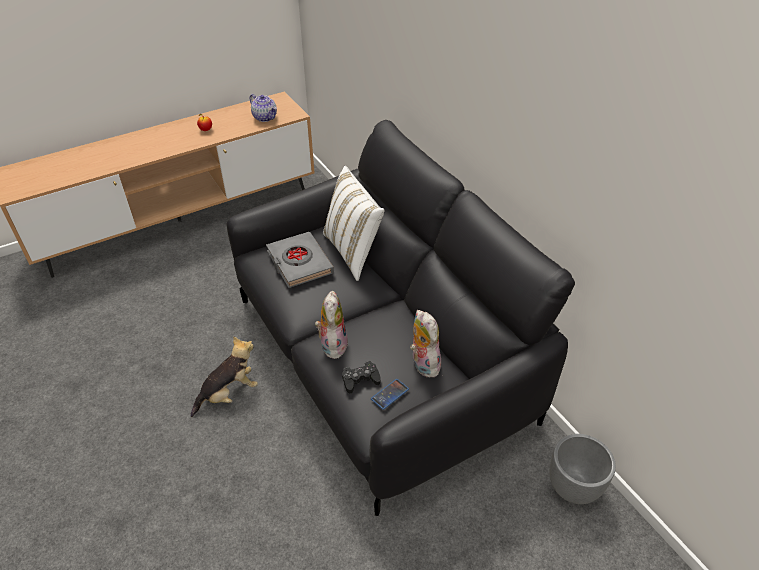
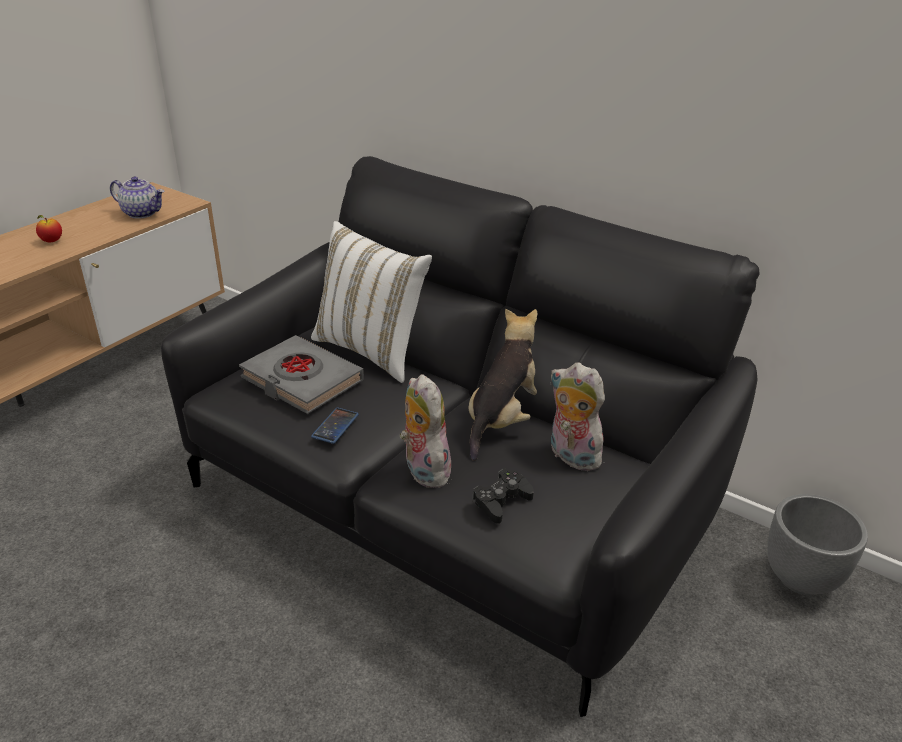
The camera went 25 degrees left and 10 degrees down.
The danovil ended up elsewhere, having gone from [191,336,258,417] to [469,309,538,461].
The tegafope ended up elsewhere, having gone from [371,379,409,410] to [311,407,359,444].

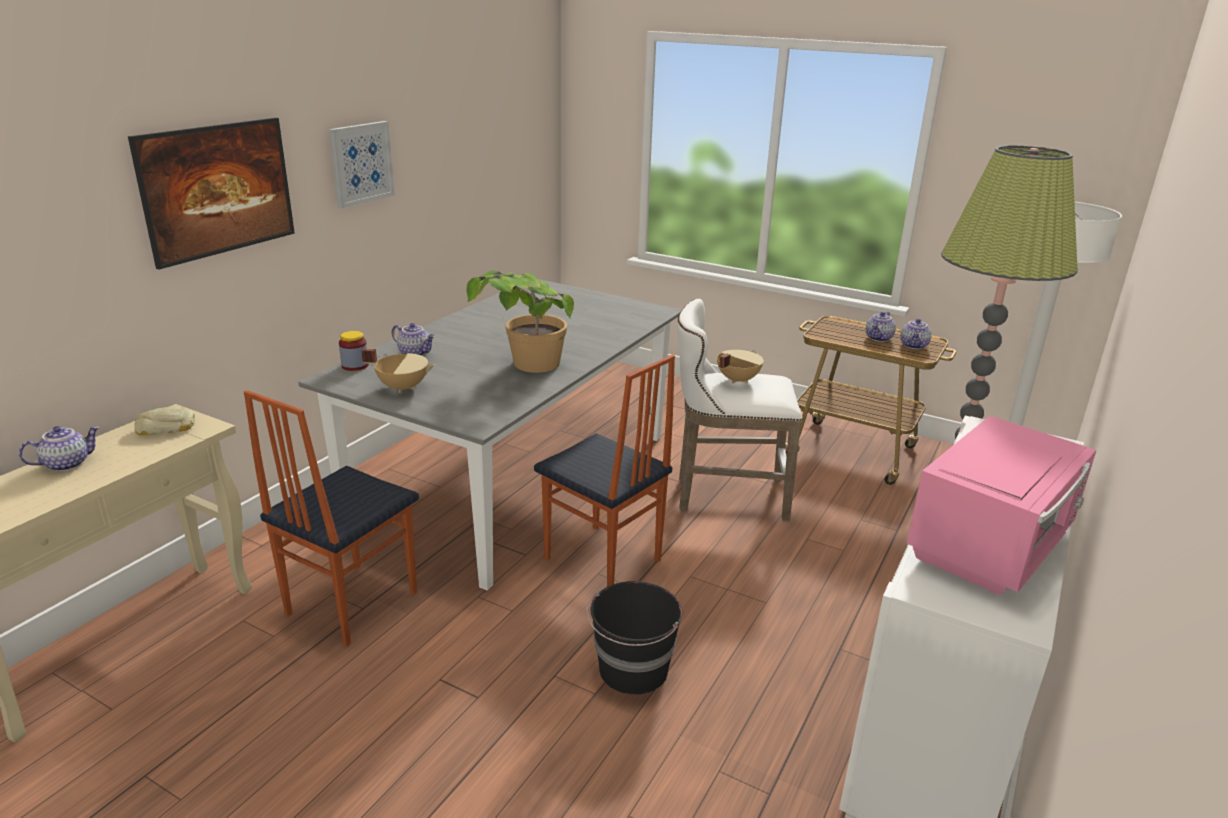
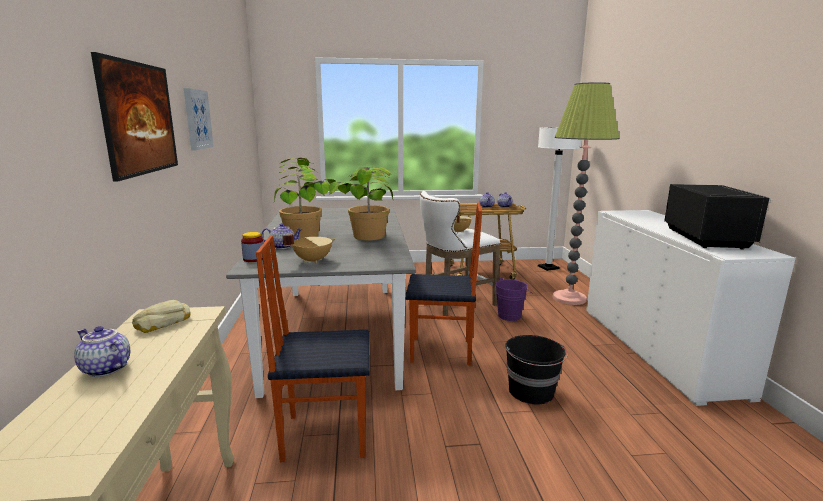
The camera went 35 degrees left and 10 degrees down.
The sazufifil at [19,426,100,471] ended up facing another way, 75 degrees counterclockwise from before.
The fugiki at [244,390,419,646] ended up facing another way, 90 degrees clockwise from before.
What was the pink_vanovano at [907,416,1097,595] turned into the black_vanovano at [664,184,771,250].
The second view gained the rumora at [274,158,337,239].
The second view gained the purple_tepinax at [496,277,532,321].

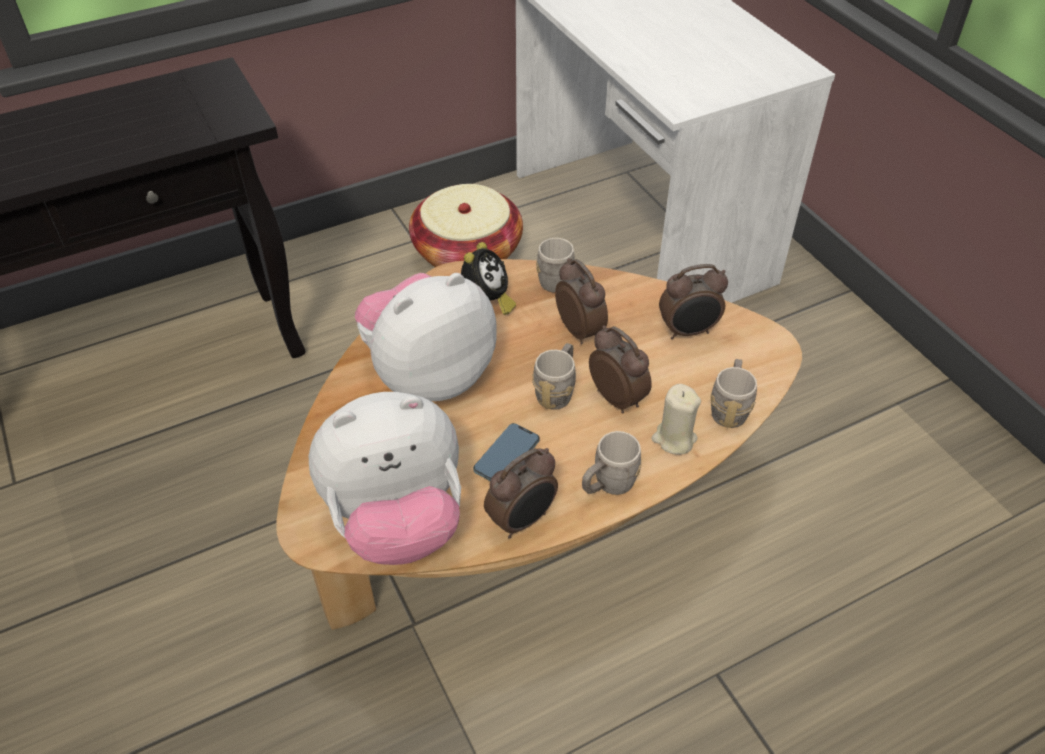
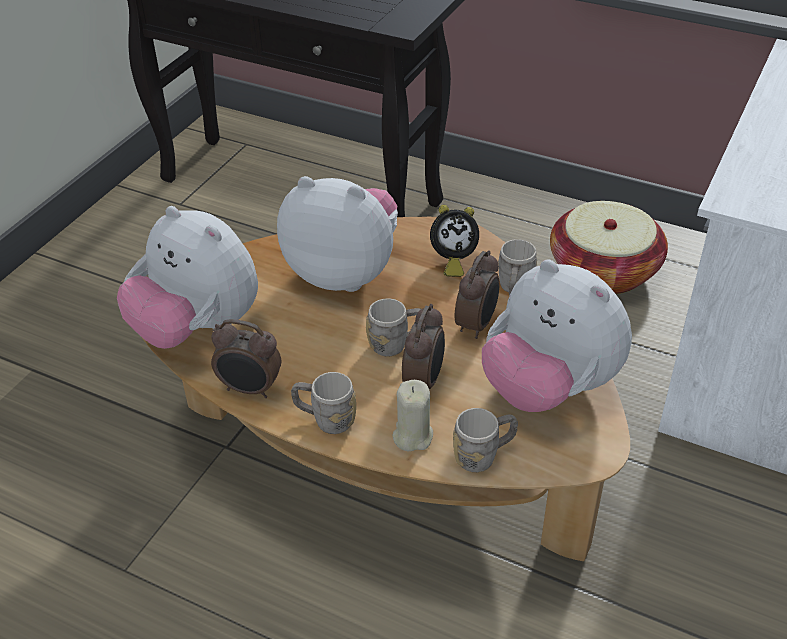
The camera went 55 degrees right and 5 degrees down.
The second view lost the tegafope at [473,423,539,481].
Where the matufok stood at [659,264,728,339], the danovil came to stand at [482,259,632,412].

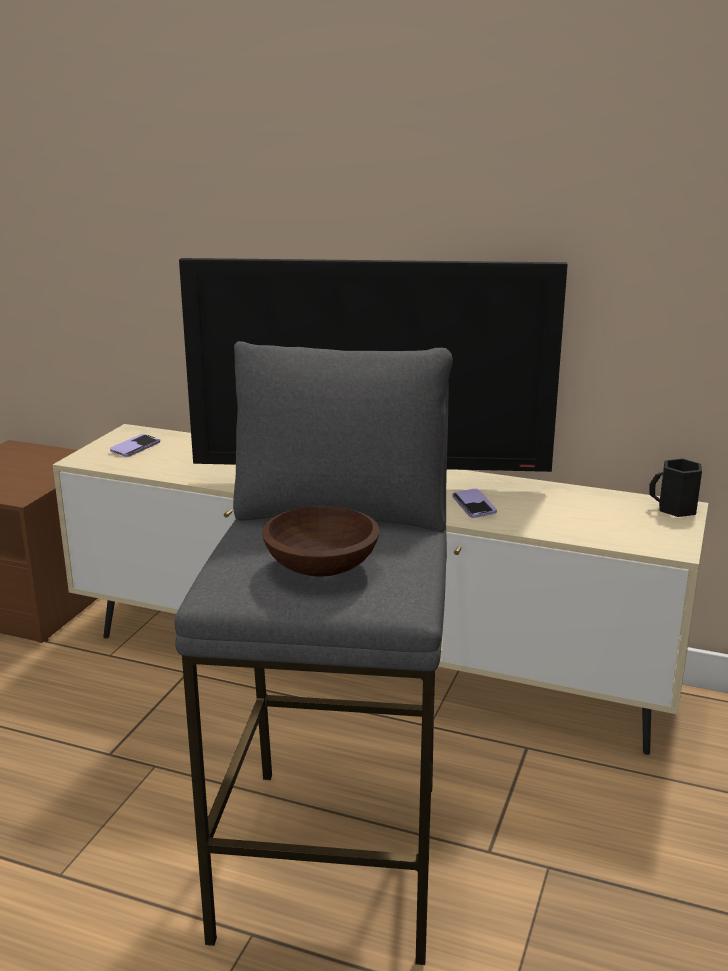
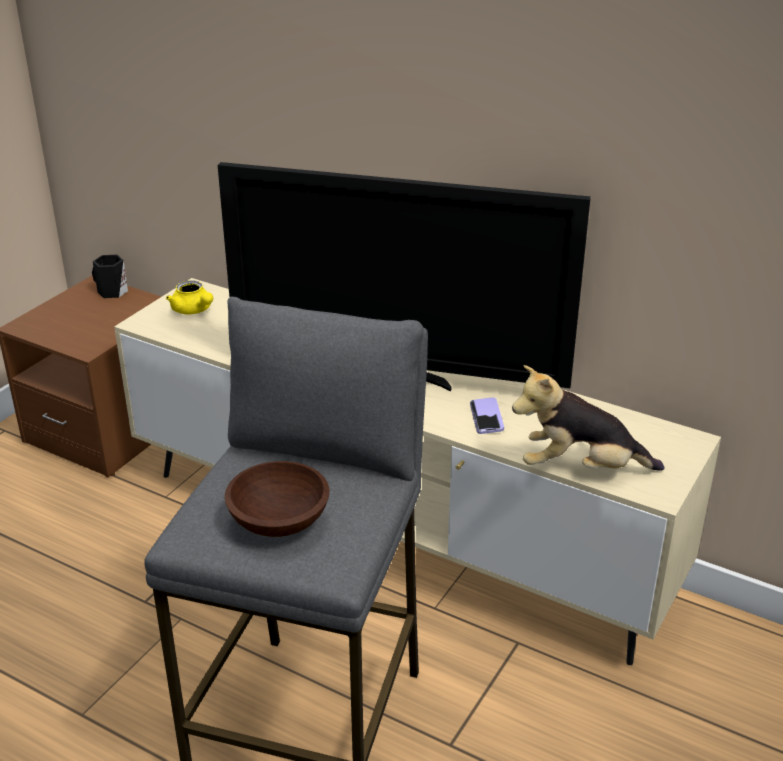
The camera went 10 degrees right and 10 degrees up.
Where the tegafope stood at [110,434,160,457], the yellow_sazufifil came to stand at [166,280,213,315].
The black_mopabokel ended up elsewhere, having gone from [649,459,702,517] to [92,255,128,298].
The second view gained the danovil at [512,365,664,471].

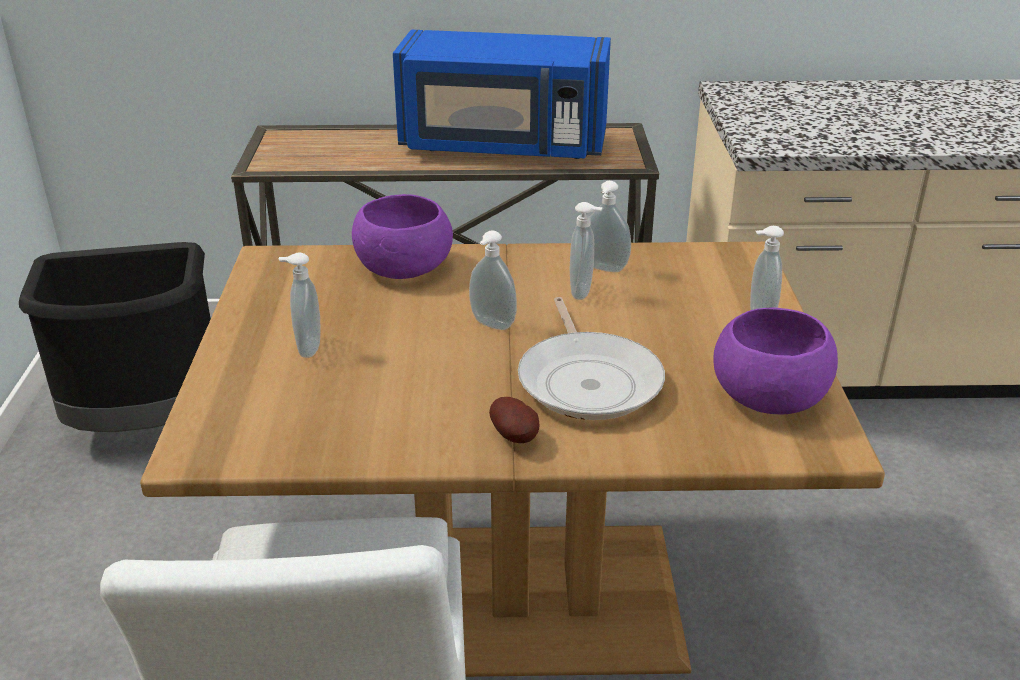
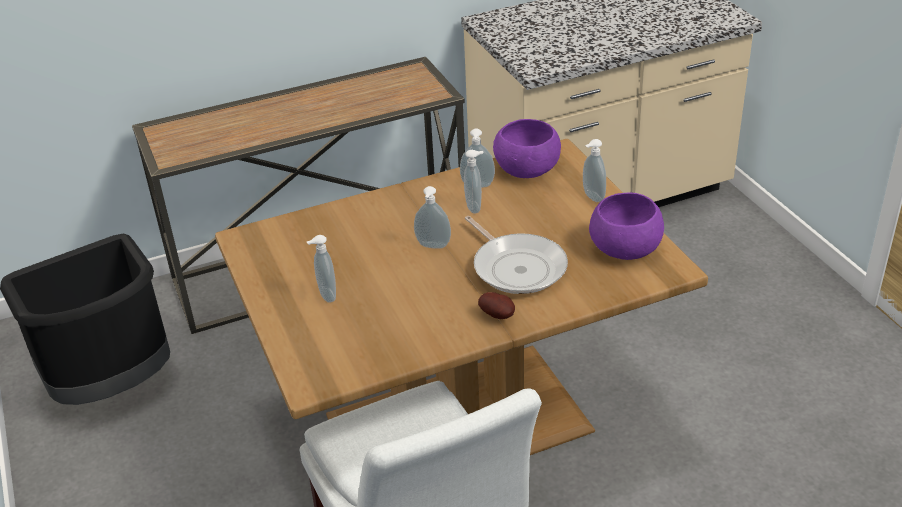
The camera went 20 degrees left and 5 degrees up.
The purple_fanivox ended up elsewhere, having gone from [352,194,453,279] to [493,119,561,178].
The second view lost the blue_vanovano at [393,30,611,159].

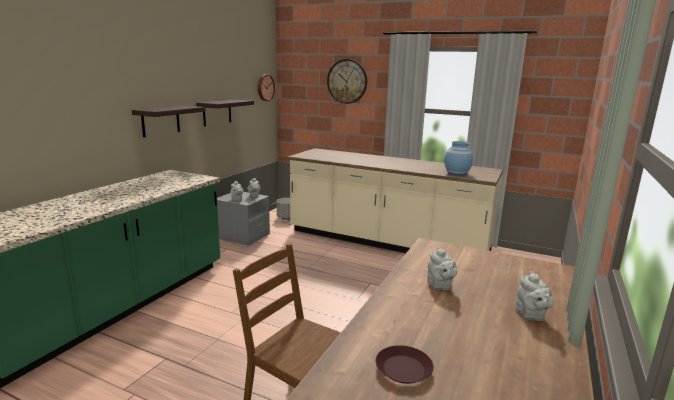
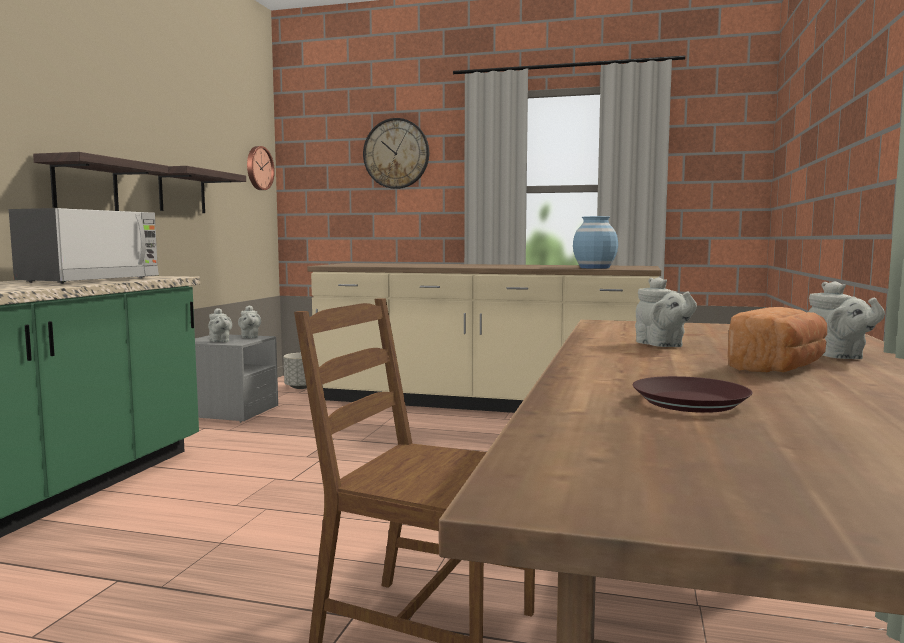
The camera went 10 degrees left and 10 degrees down.
The second view gained the vanovano at [9,208,159,284].
The second view gained the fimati at [728,307,827,372].

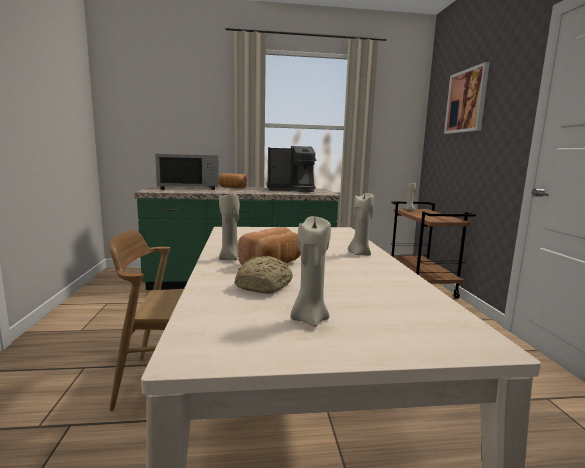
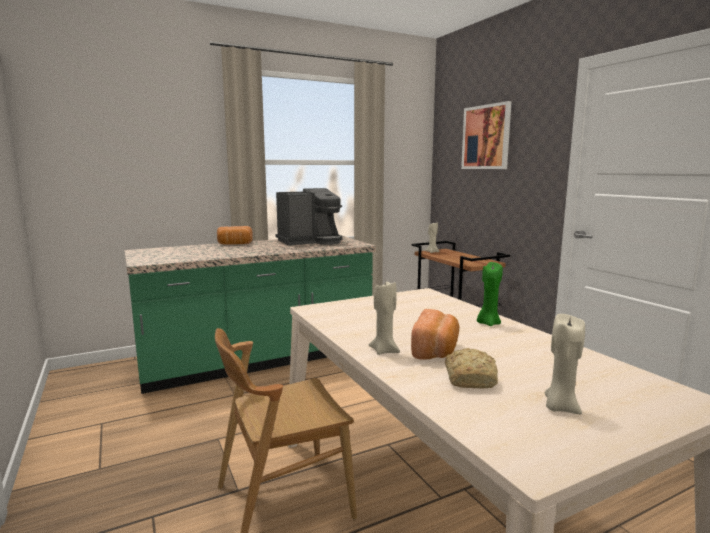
The camera went 20 degrees left and 0 degrees up.
The second view lost the grey_vanovano at [155,154,219,190].
What was the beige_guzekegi at [348,193,374,256] turned into the green_guzekegi at [477,262,503,326].

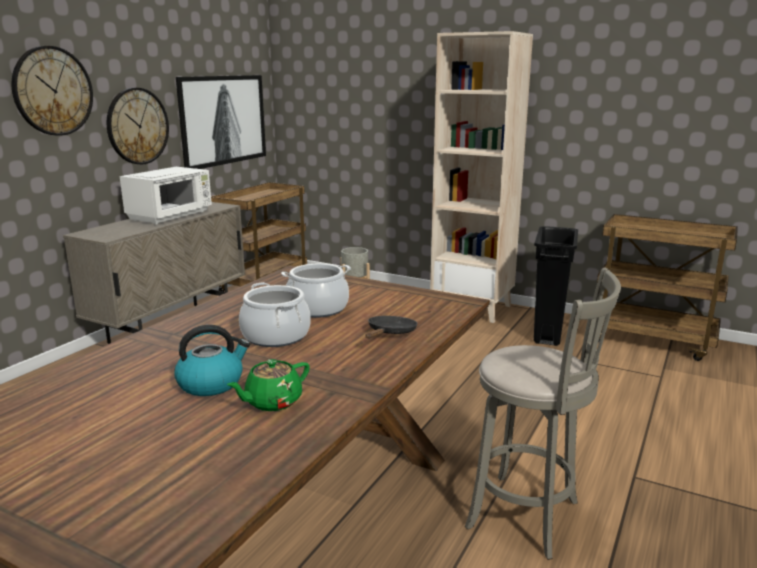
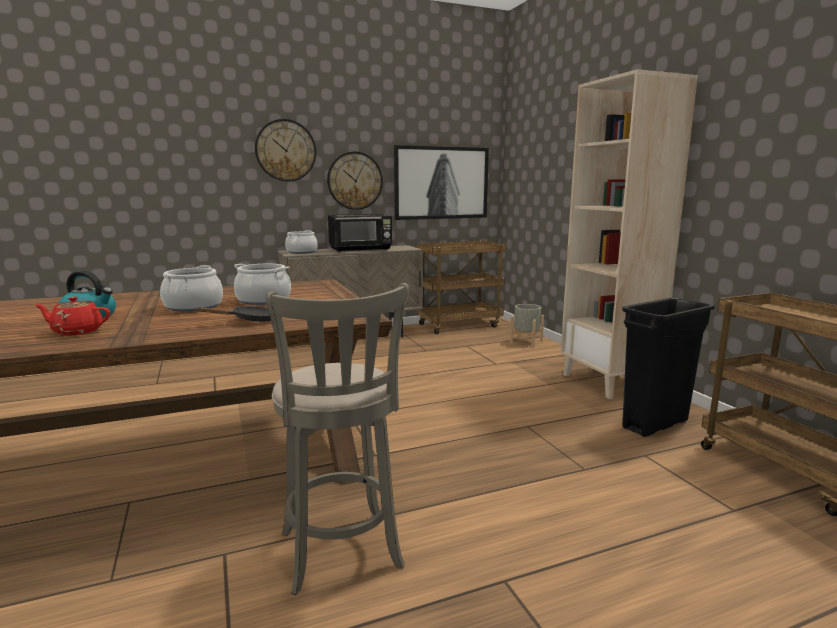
The camera went 40 degrees right and 5 degrees down.
What was the white_vanovano at [120,167,212,225] turned into the black_vanovano at [328,214,392,252].
What was the green_sazufifil at [227,359,310,411] turned into the red_sazufifil at [35,297,110,336].
The second view gained the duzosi at [285,230,318,254].

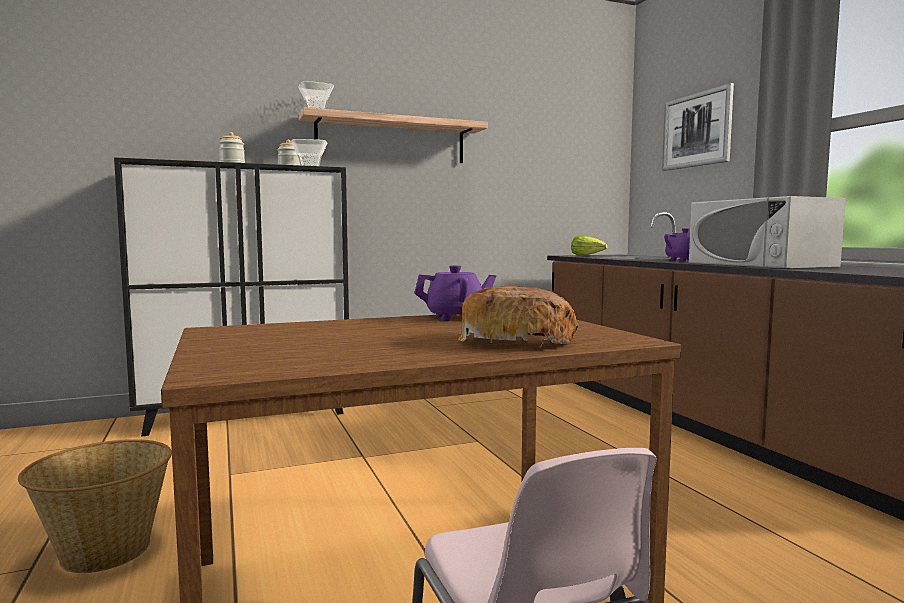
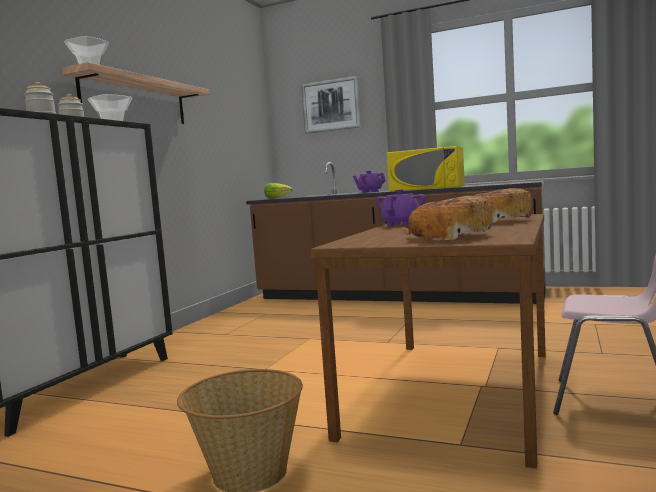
The camera went 45 degrees left and 0 degrees up.
What was the white_vanovano at [689,196,846,268] turned into the yellow_vanovano at [387,146,465,191].
The second view gained the fimati at [401,196,492,241].

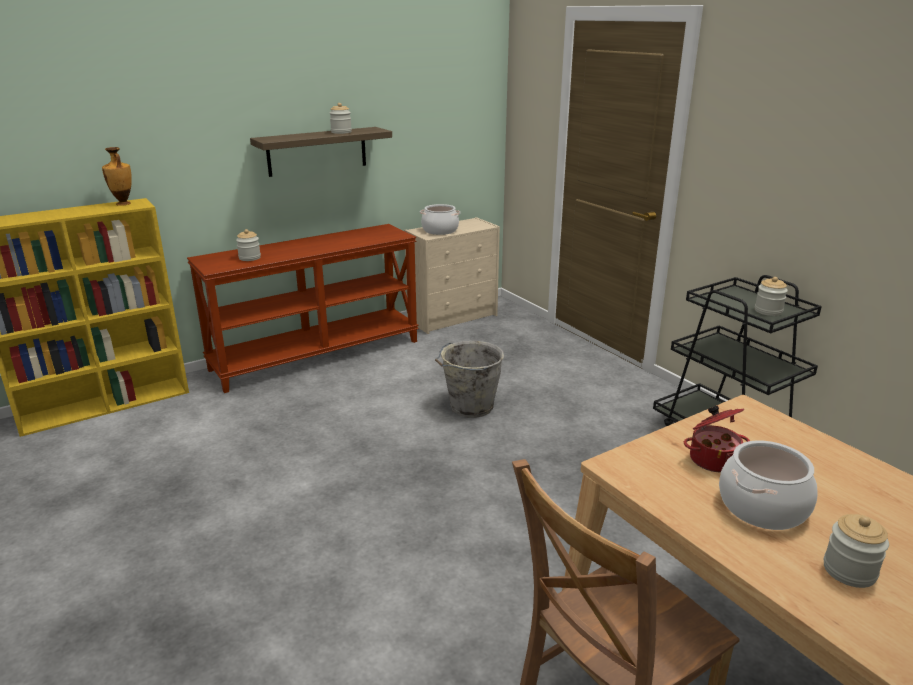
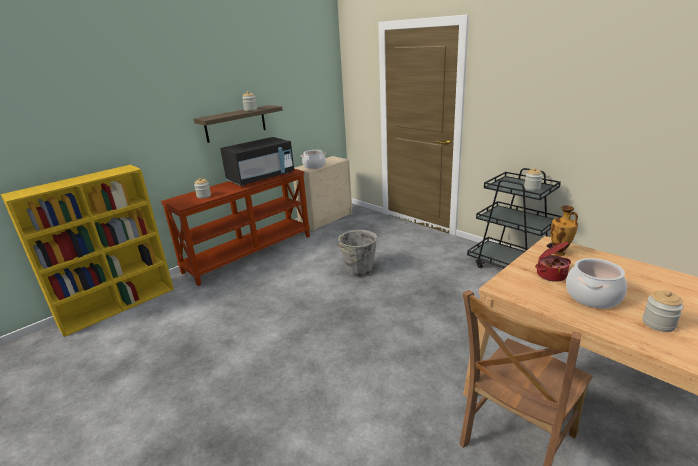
The camera went 10 degrees left and 0 degrees up.
The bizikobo ended up elsewhere, having gone from [102,147,132,206] to [551,205,578,256].
The second view gained the black_vanovano at [220,137,294,186].

